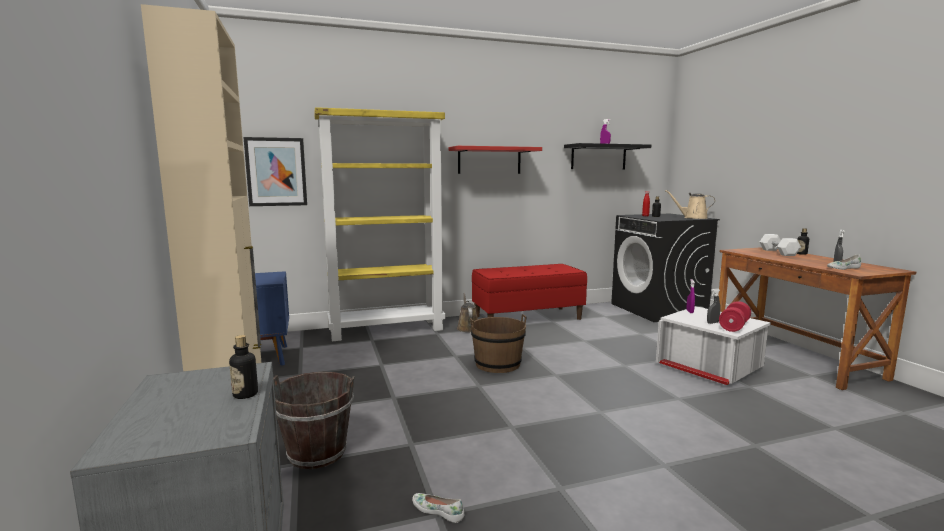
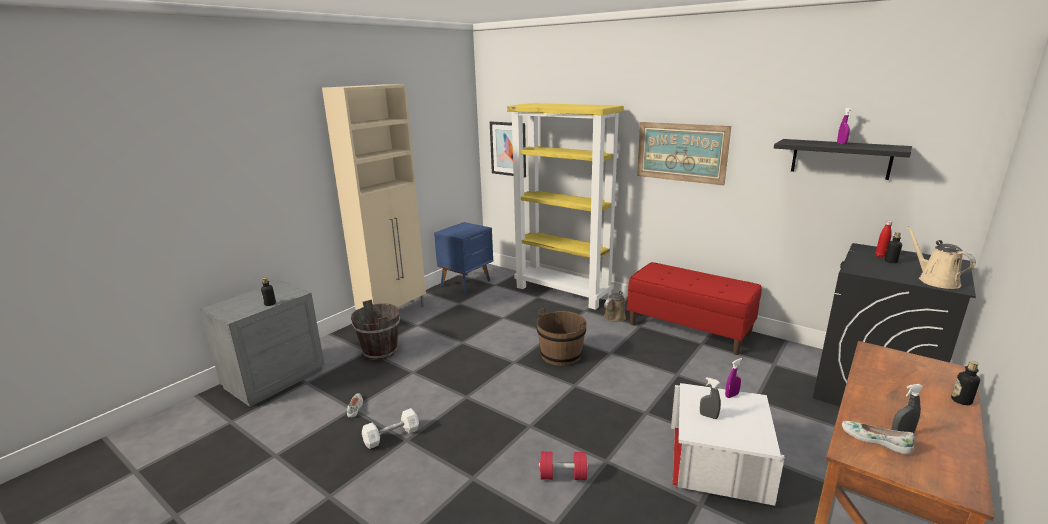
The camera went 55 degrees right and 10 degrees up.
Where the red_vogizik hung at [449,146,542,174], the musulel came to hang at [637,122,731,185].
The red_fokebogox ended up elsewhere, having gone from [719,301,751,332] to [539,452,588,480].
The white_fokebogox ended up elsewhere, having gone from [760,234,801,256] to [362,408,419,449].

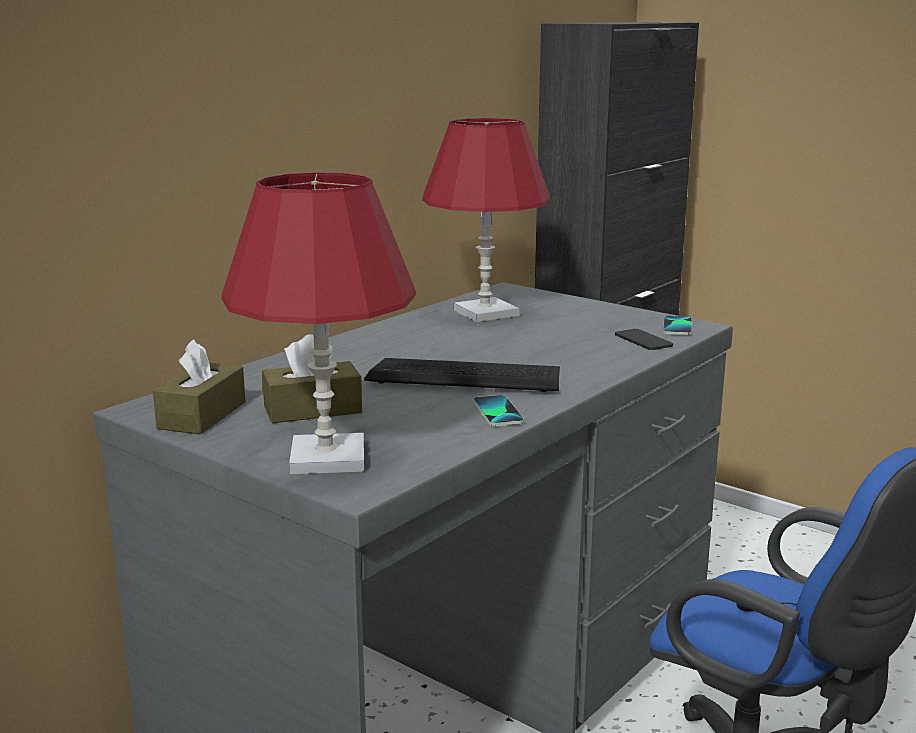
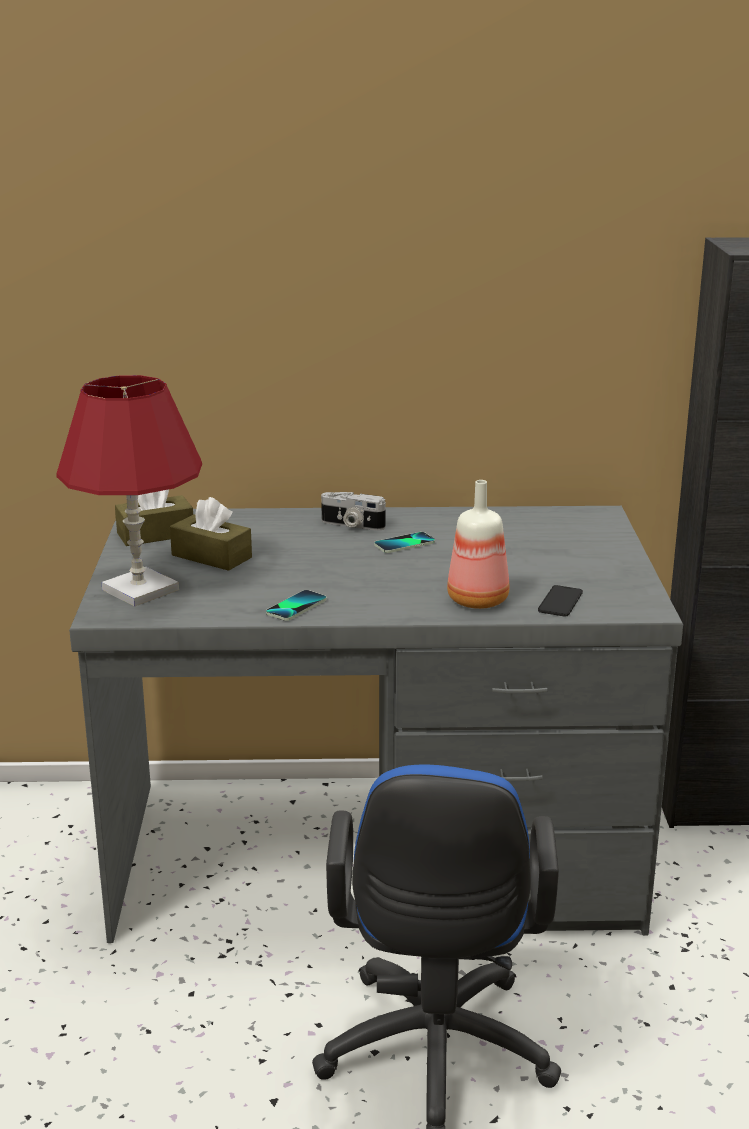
The camera went 50 degrees right and 5 degrees up.
The second view lost the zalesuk at [364,358,560,392].
The second view lost the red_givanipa at [422,118,551,322].
The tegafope ended up elsewhere, having gone from [663,315,692,335] to [374,532,435,553].
The second view gained the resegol at [321,492,386,531].
The second view gained the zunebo at [447,480,509,609].

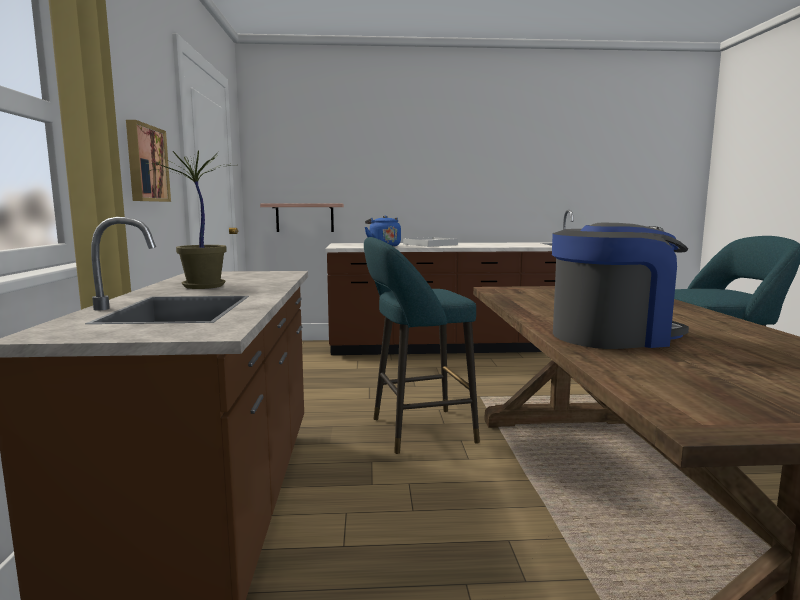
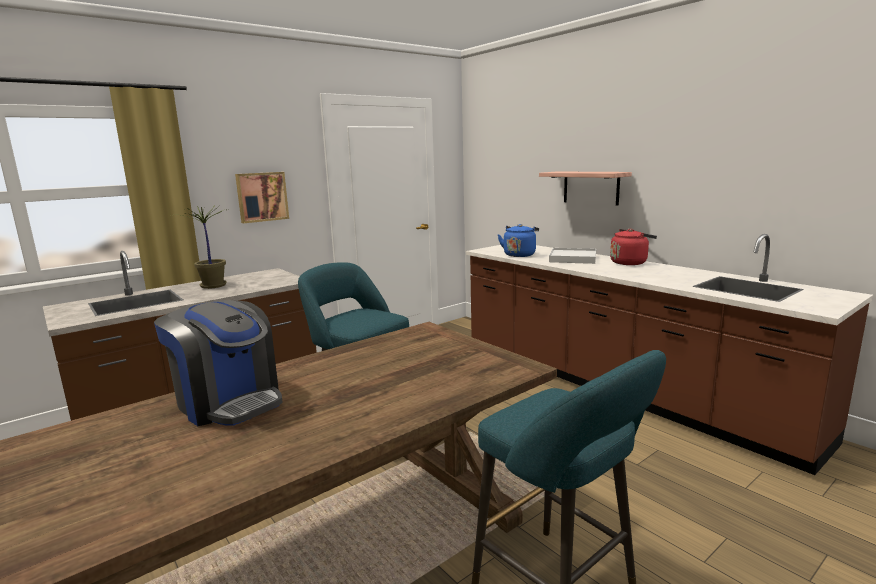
The camera went 55 degrees right and 5 degrees up.
The vogizik ended up elsewhere, having gone from [260,204,344,232] to [539,171,632,206].
The second view gained the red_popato at [610,229,657,265].

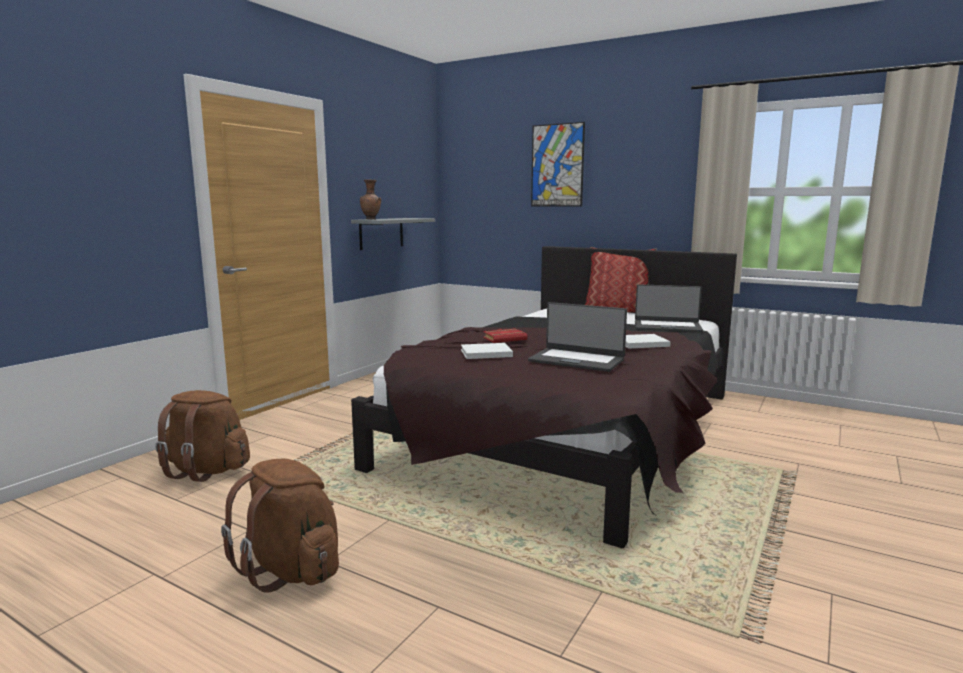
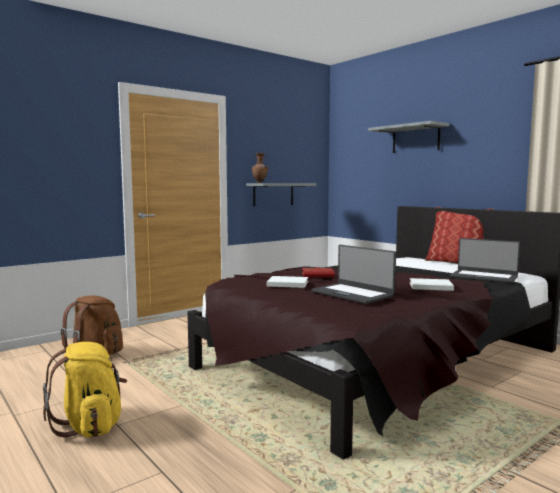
The camera went 20 degrees right and 5 degrees down.
What was the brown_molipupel at [221,459,339,593] turned into the yellow_molipupel at [43,342,127,437].
Where the musulel hung at [531,122,585,207], the grey_vogizik came to hang at [368,121,449,153].

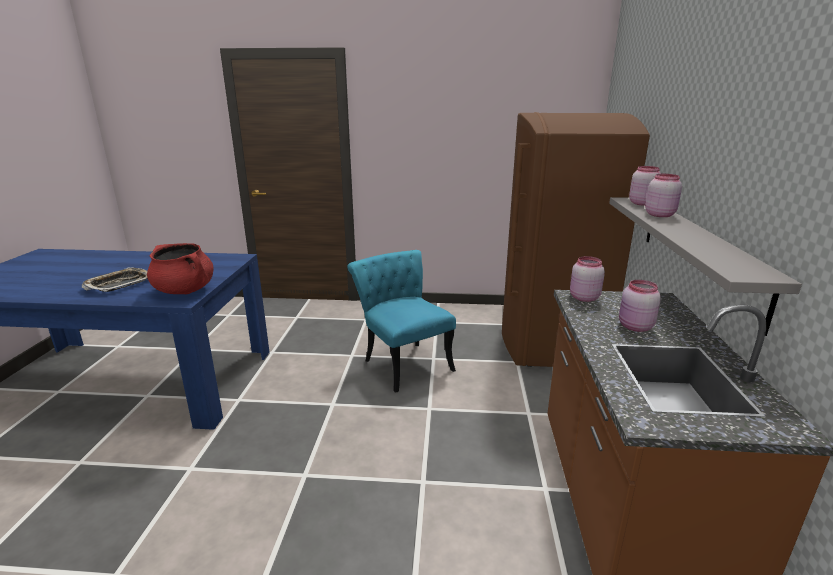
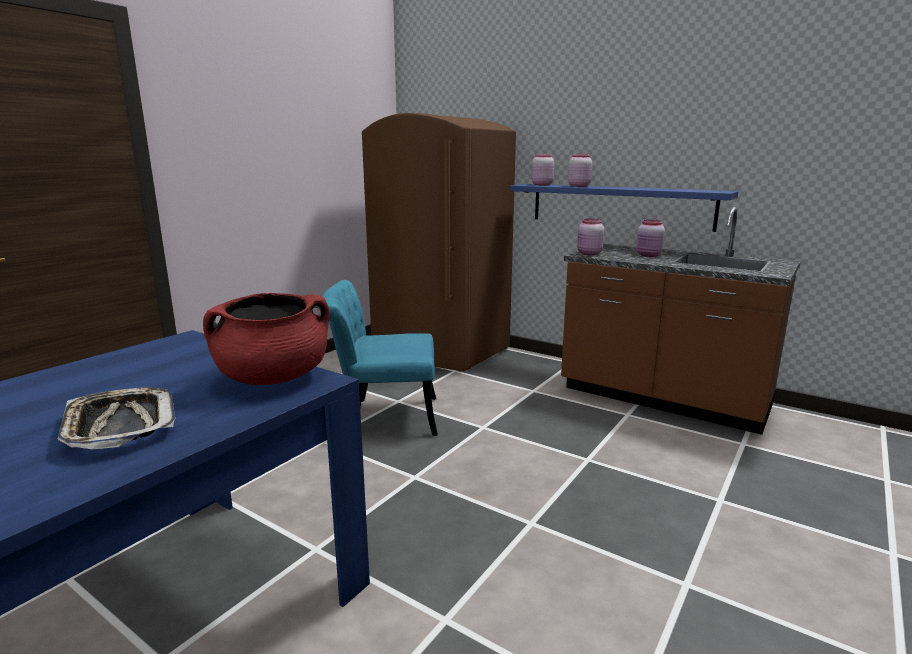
The camera went 60 degrees left and 5 degrees down.
What was the grey_vogizik at [609,197,802,336] turned into the blue_vogizik at [510,184,738,232].

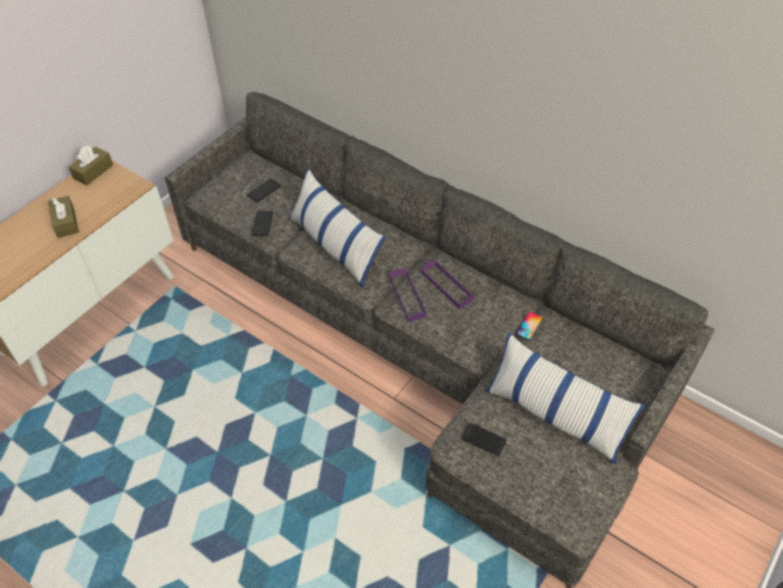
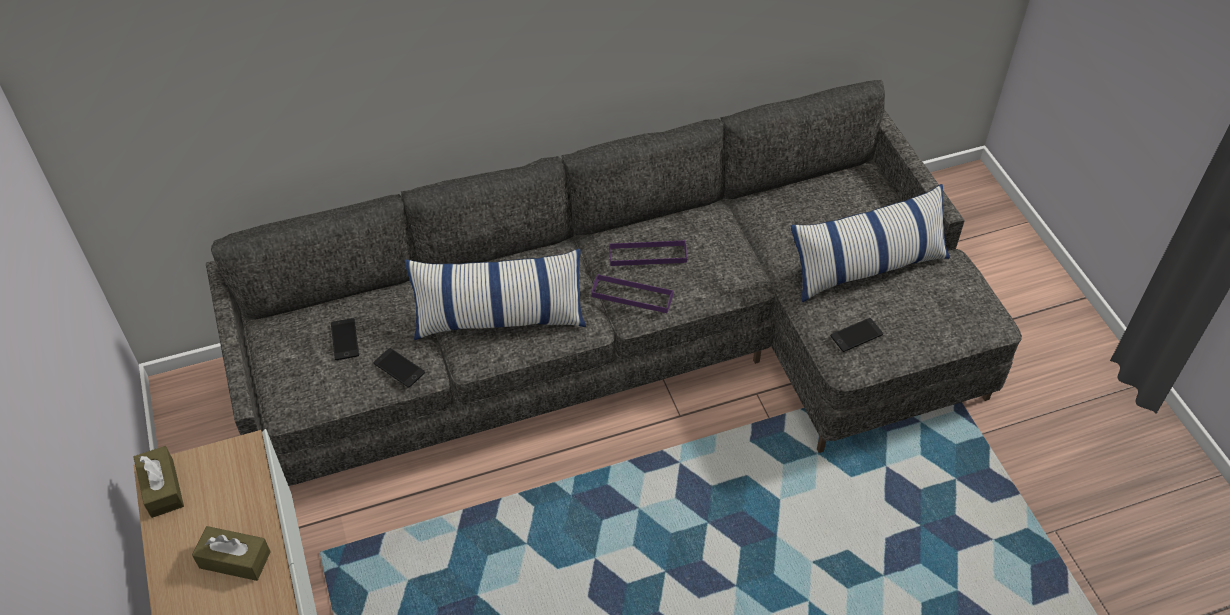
The camera went 55 degrees left and 0 degrees up.
The second view lost the tegafope at [516,312,543,340].

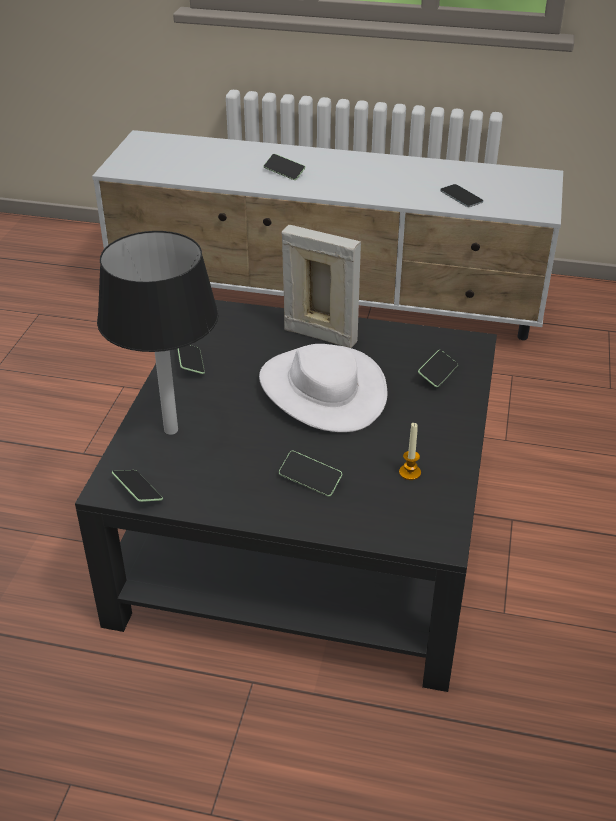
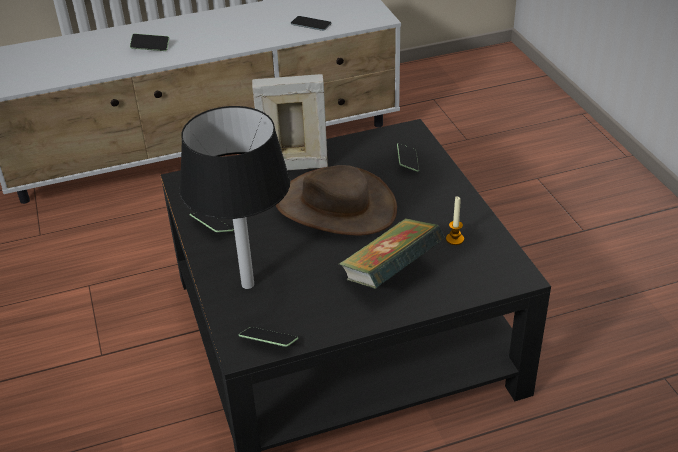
The camera went 30 degrees left and 0 degrees up.
What was the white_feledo at [259,344,387,432] turned into the brown_feledo at [276,165,397,236].
Where the tegafope stood at [279,451,342,497], the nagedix came to stand at [339,218,445,289].

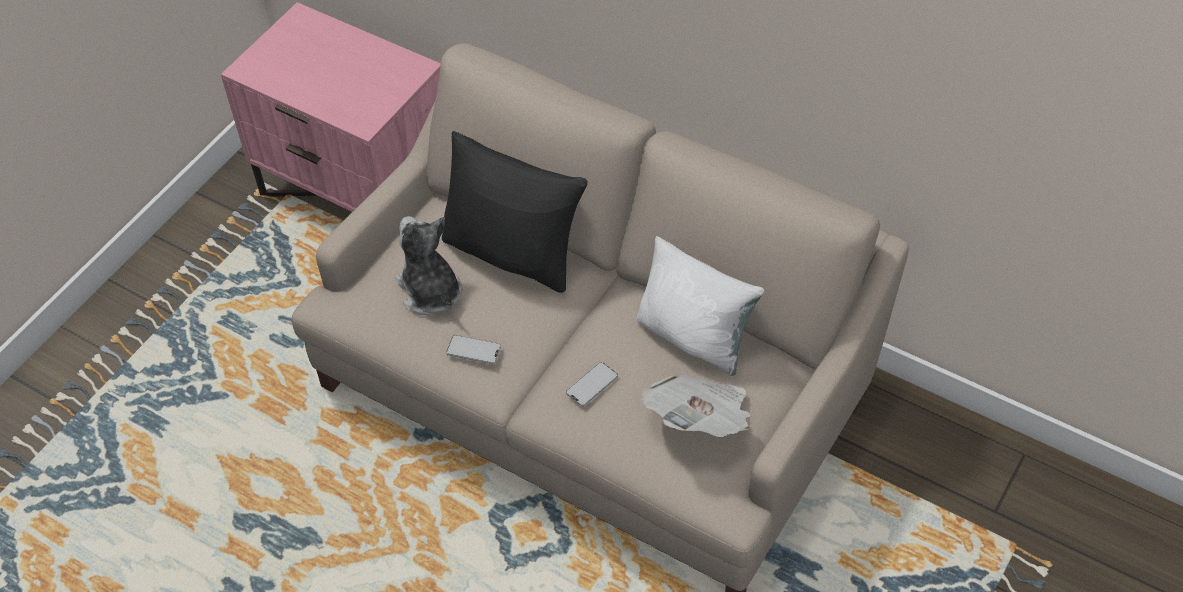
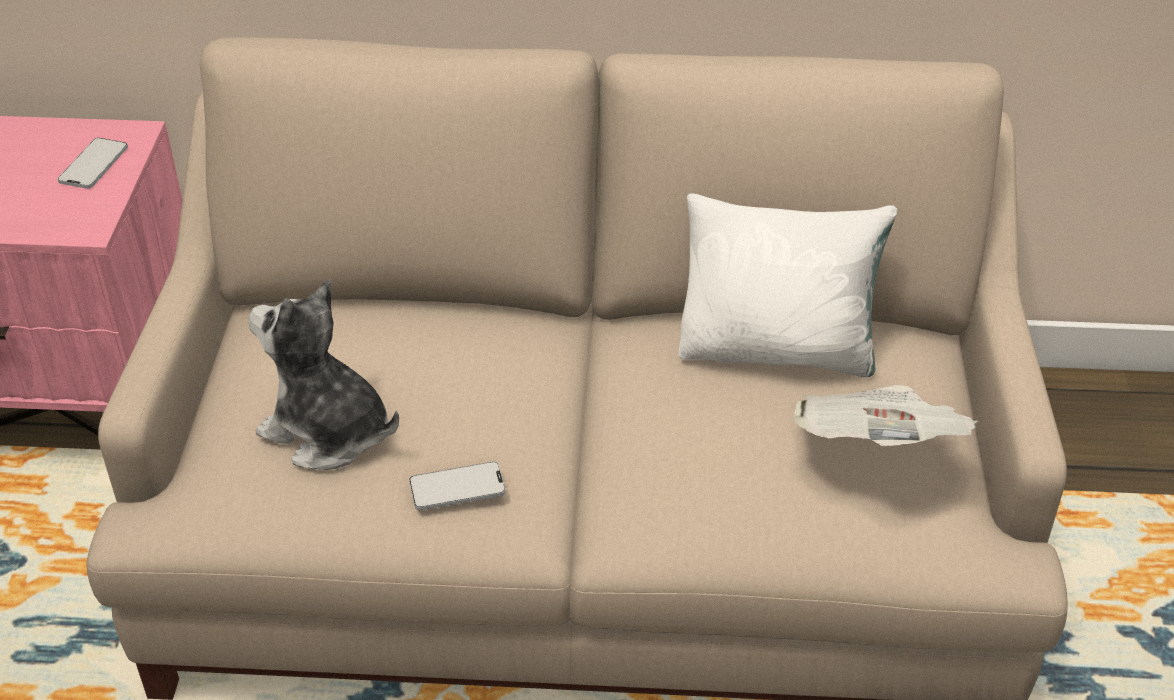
The camera went 30 degrees left and 10 degrees down.
The second view lost the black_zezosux at [442,131,588,293].
The tegafope ended up elsewhere, having gone from [566,362,618,407] to [58,138,128,189].

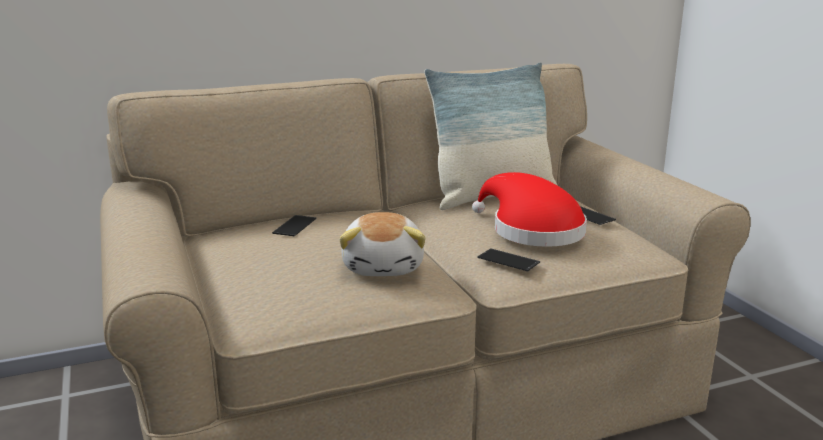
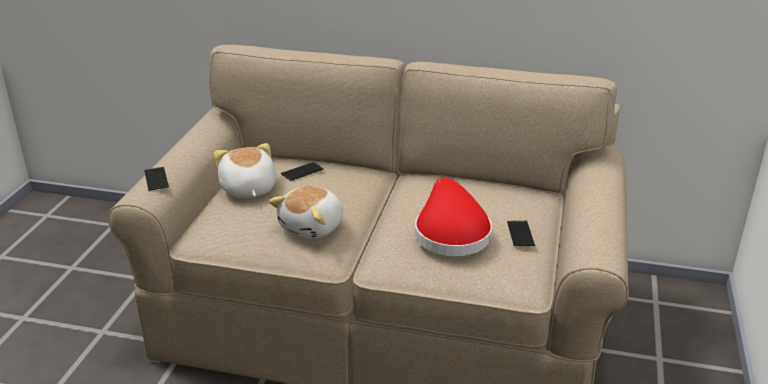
The camera went 35 degrees right and 10 degrees up.
The second view lost the zezosux at [424,62,558,210].
The tegafope ended up elsewhere, having gone from [477,248,540,271] to [144,167,169,191].
The second view gained the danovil at [214,143,276,198].

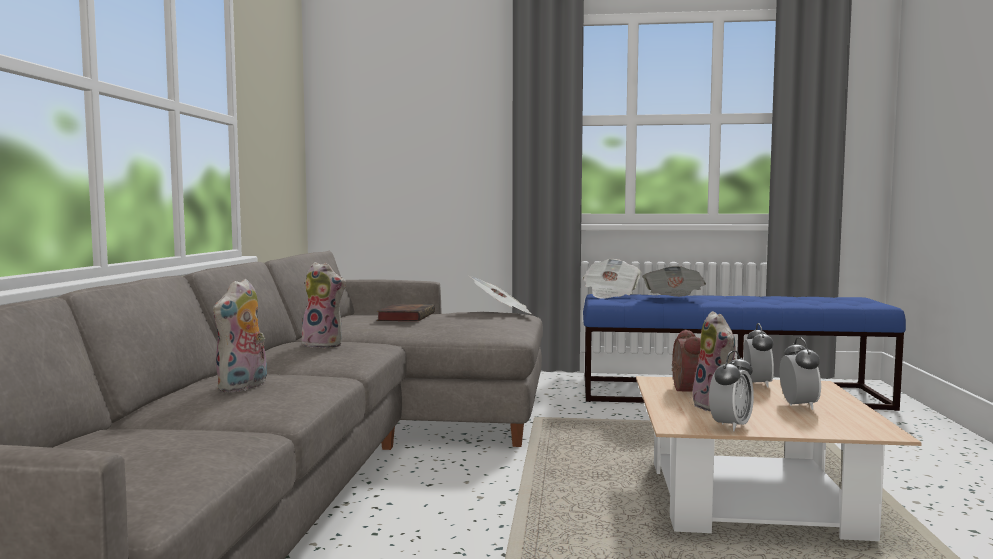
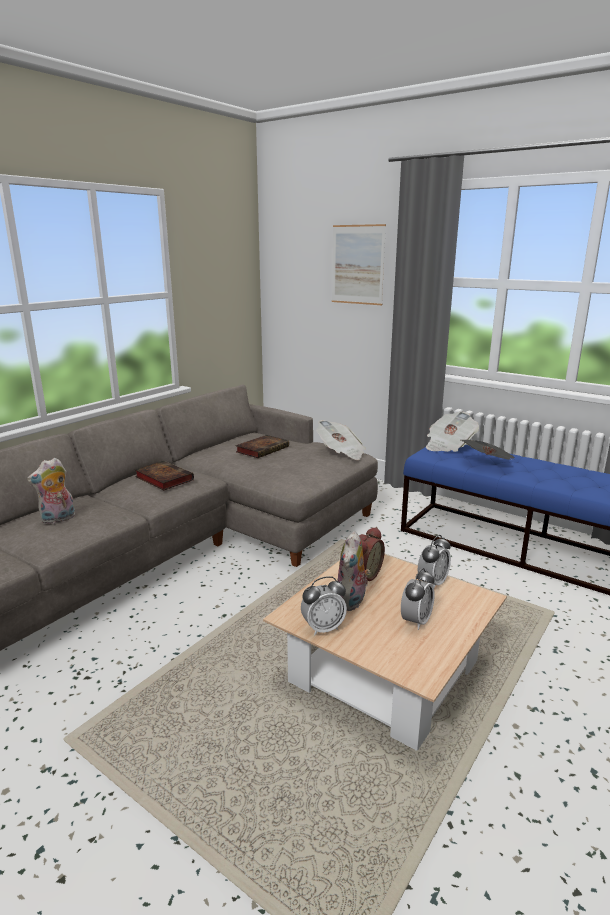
The camera went 30 degrees right and 15 degrees up.
Where the danovil stood at [302,262,346,348], the nagedix came to stand at [135,461,194,490].
The second view gained the musulel at [332,224,386,305].

